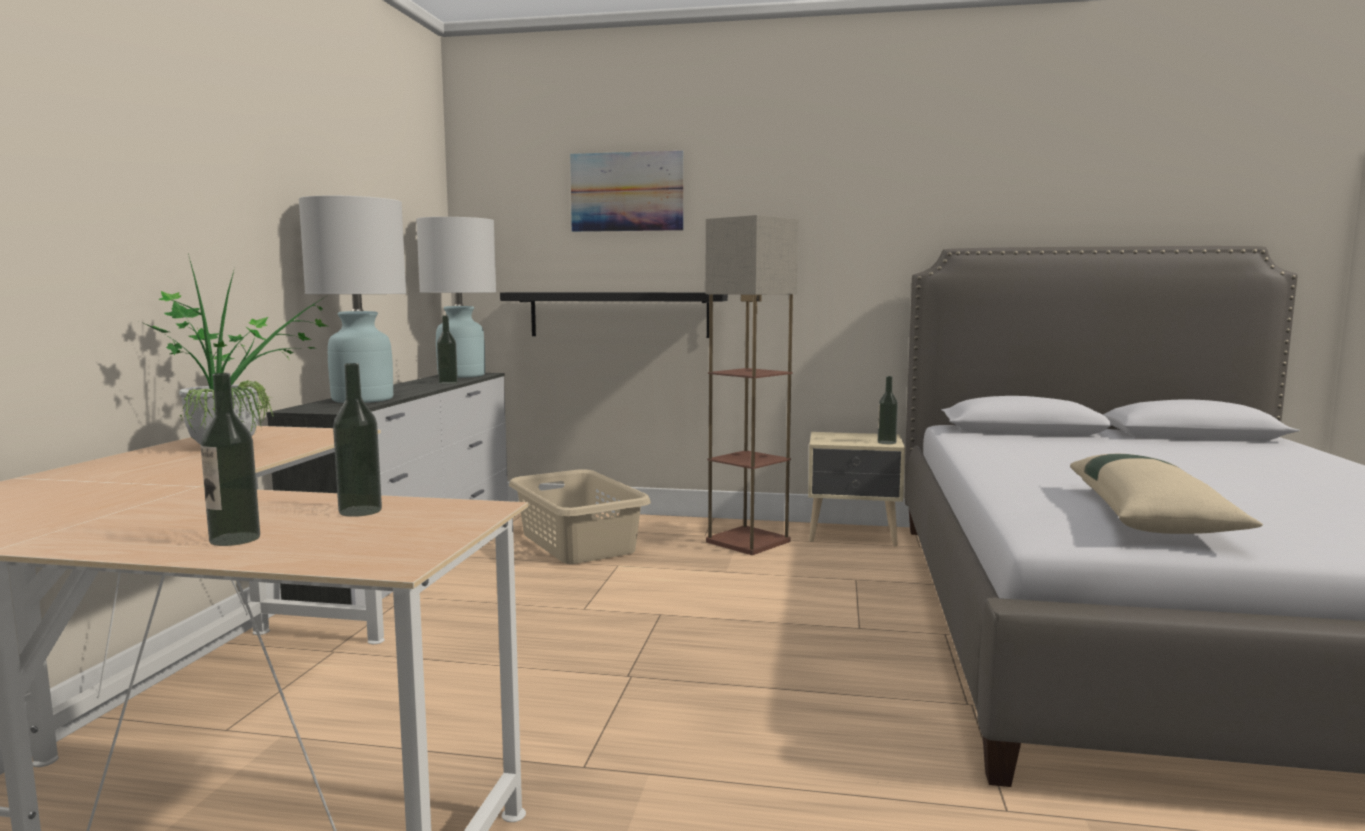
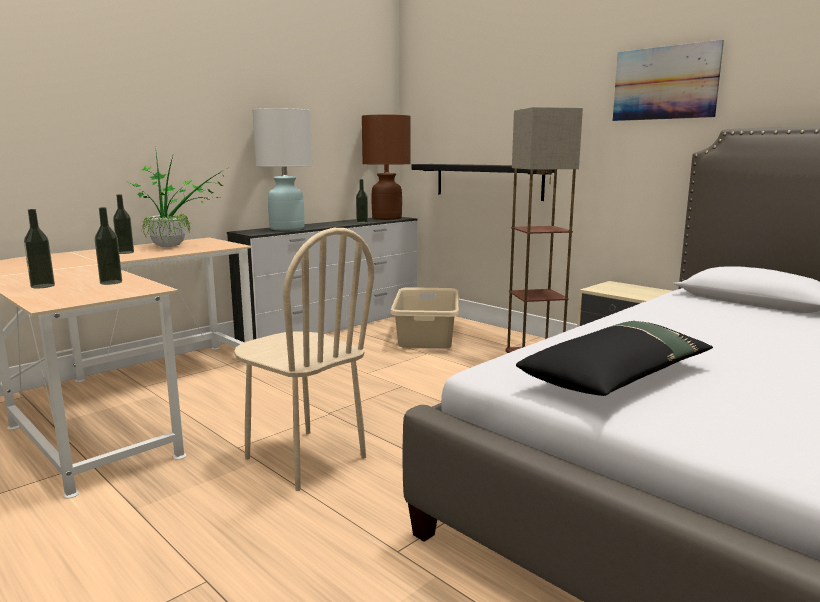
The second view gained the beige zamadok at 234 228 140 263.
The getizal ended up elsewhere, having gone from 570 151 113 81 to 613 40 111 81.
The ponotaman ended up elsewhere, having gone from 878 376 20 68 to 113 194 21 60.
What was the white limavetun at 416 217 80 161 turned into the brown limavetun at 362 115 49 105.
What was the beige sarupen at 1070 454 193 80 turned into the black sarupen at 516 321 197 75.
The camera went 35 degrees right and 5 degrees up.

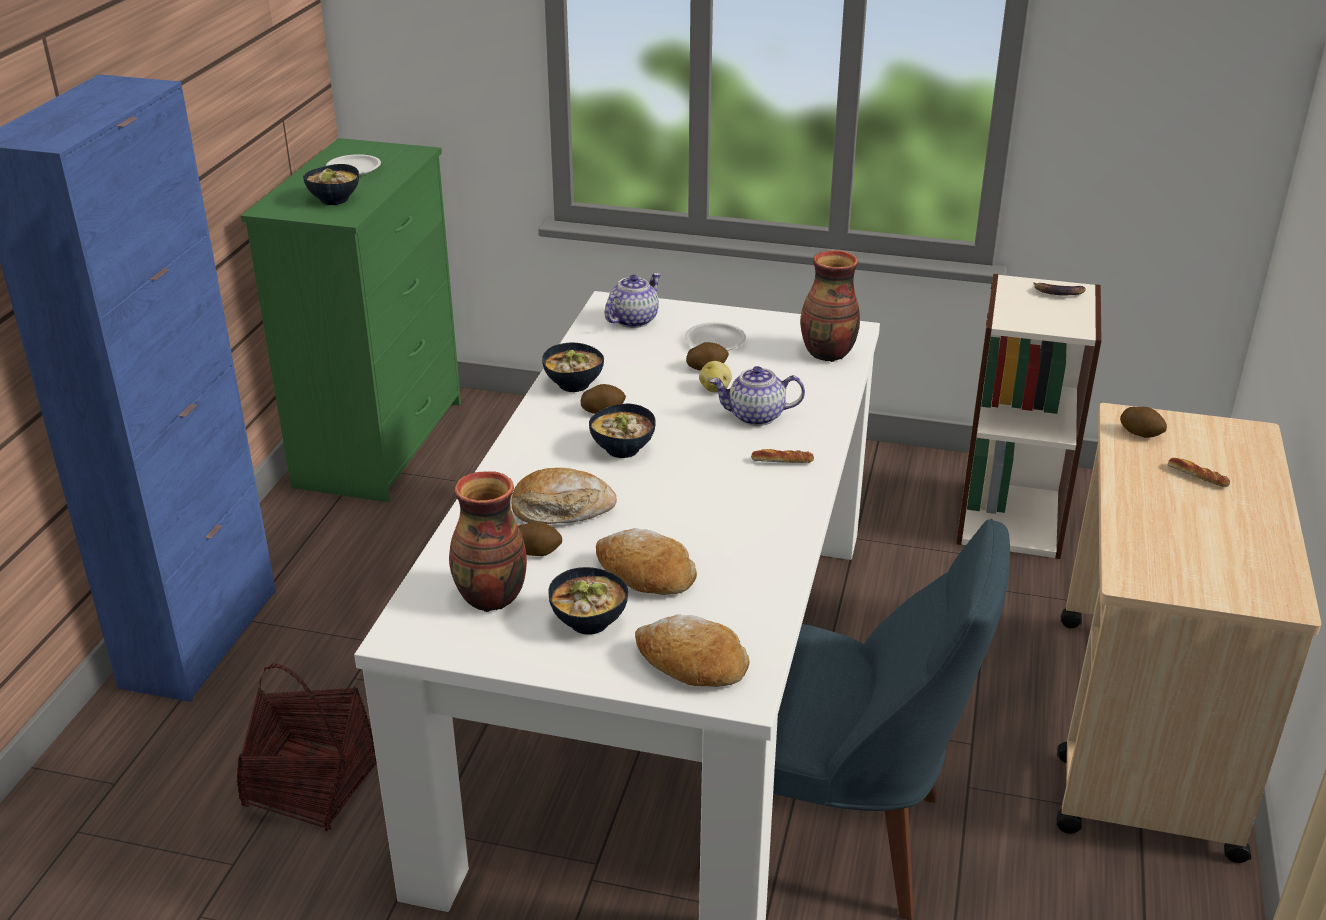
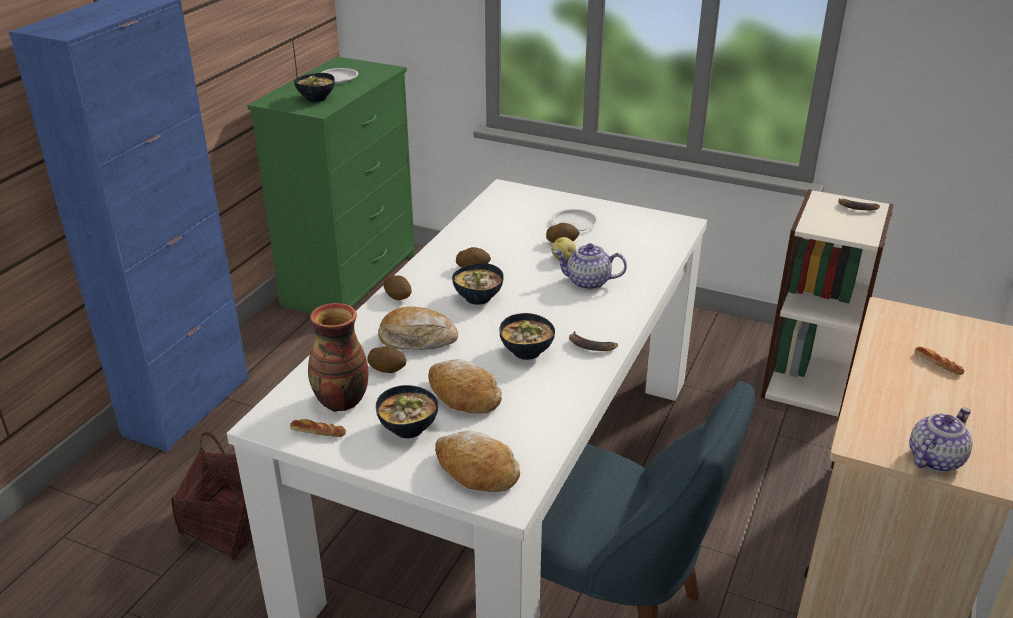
The second view lost the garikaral at 800 250 60 112.
The second view gained the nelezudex at 569 331 49 20.
The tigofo ended up elsewhere, having gone from 542 343 62 49 to 499 313 56 47.
The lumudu ended up elsewhere, having gone from 605 273 56 55 to 910 407 62 65.
The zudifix ended up elsewhere, having gone from 751 449 63 14 to 290 419 56 18.
The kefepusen ended up elsewhere, having gone from 1120 407 47 31 to 383 275 29 25.
The camera went 10 degrees right and 0 degrees up.

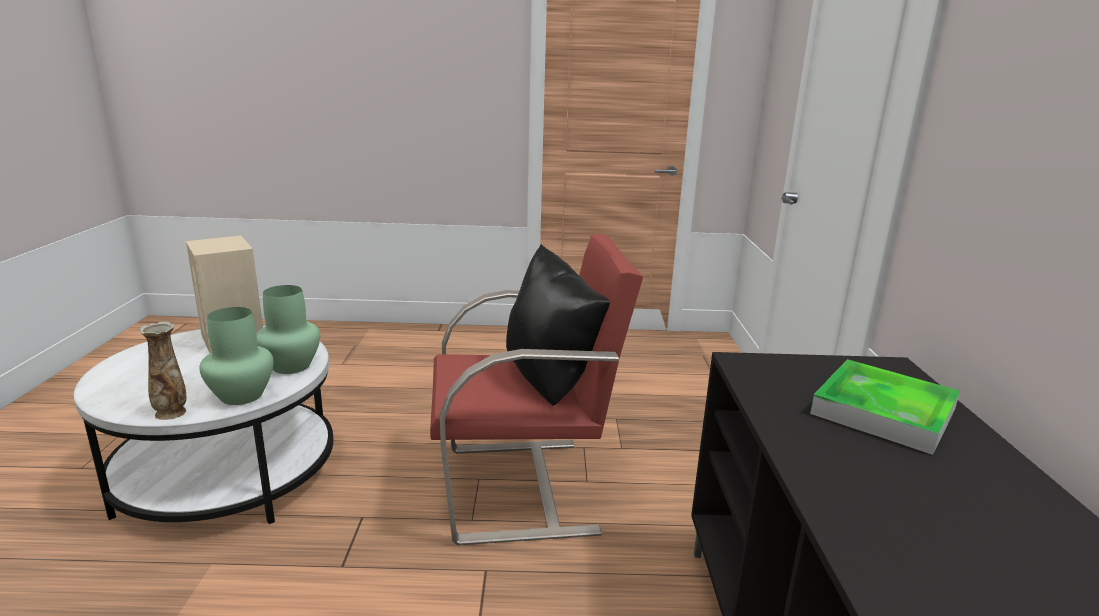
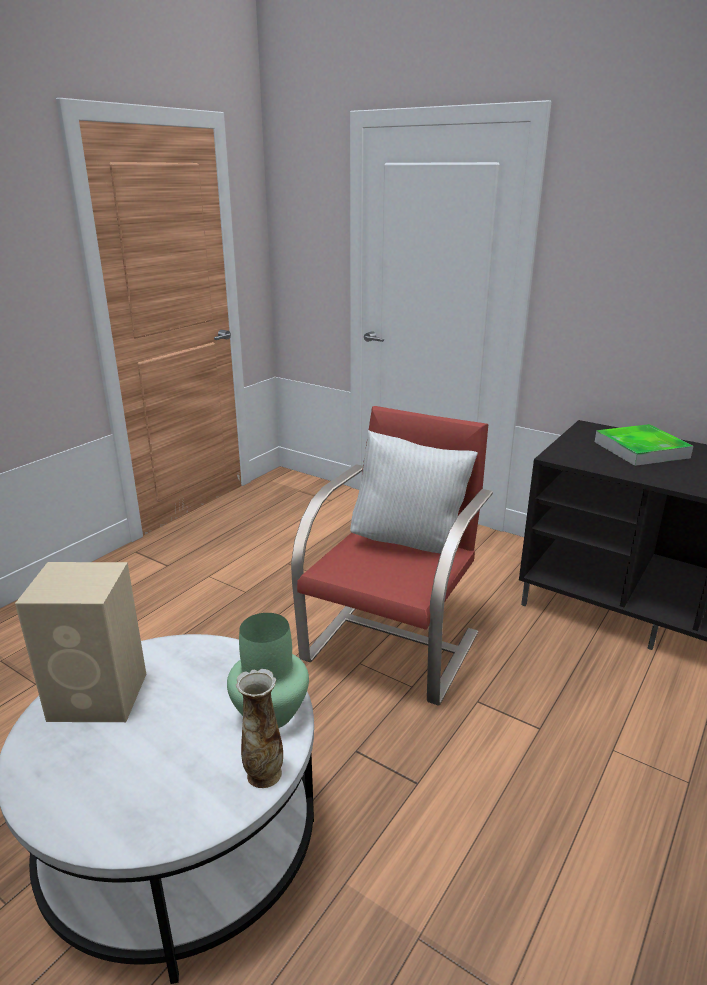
The second view lost the green garikaral at 256 285 64 89.
What was the black sarupen at 506 244 104 162 turned into the white sarupen at 350 430 128 123.
The camera went 55 degrees left and 5 degrees up.

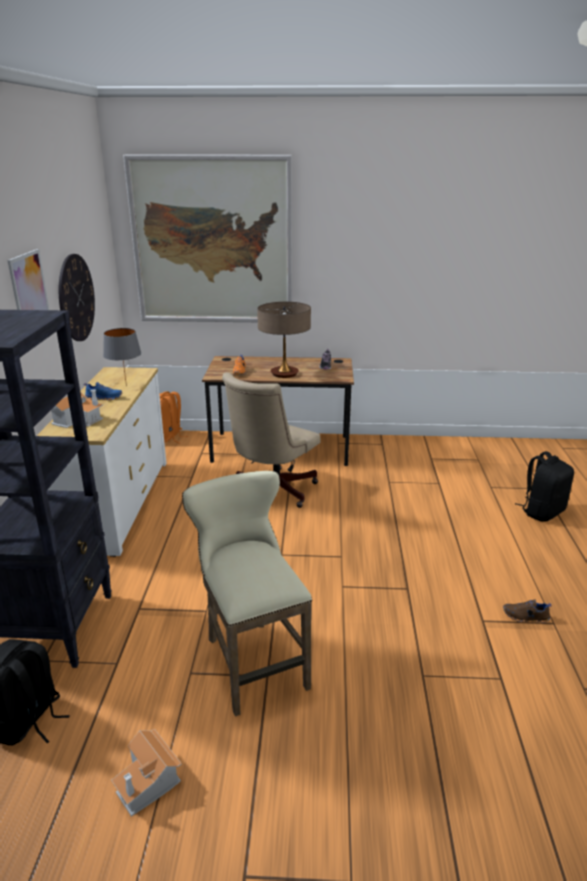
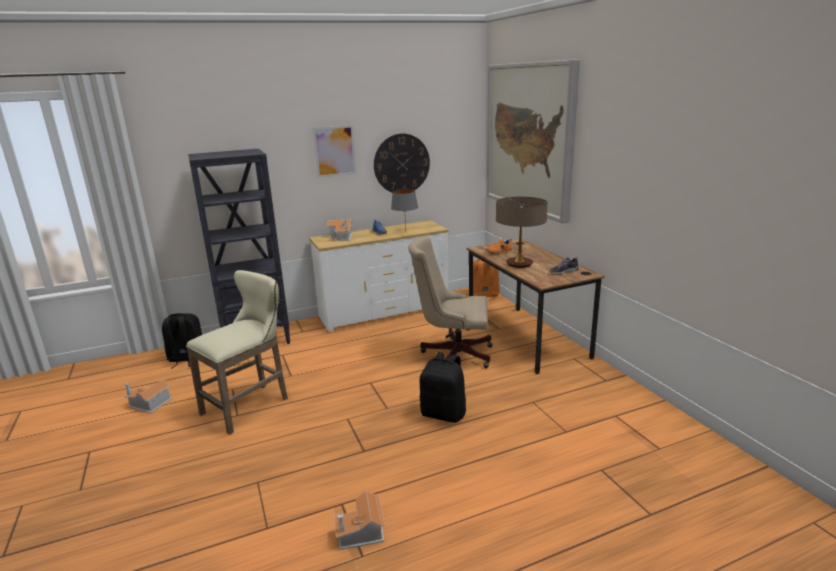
The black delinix ended up elsewhere, having gone from 515 451 59 71 to 419 352 47 71.
Where the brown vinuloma stood at 503 600 49 23, the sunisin came to stand at 334 491 51 59.
The camera went 65 degrees right and 5 degrees down.

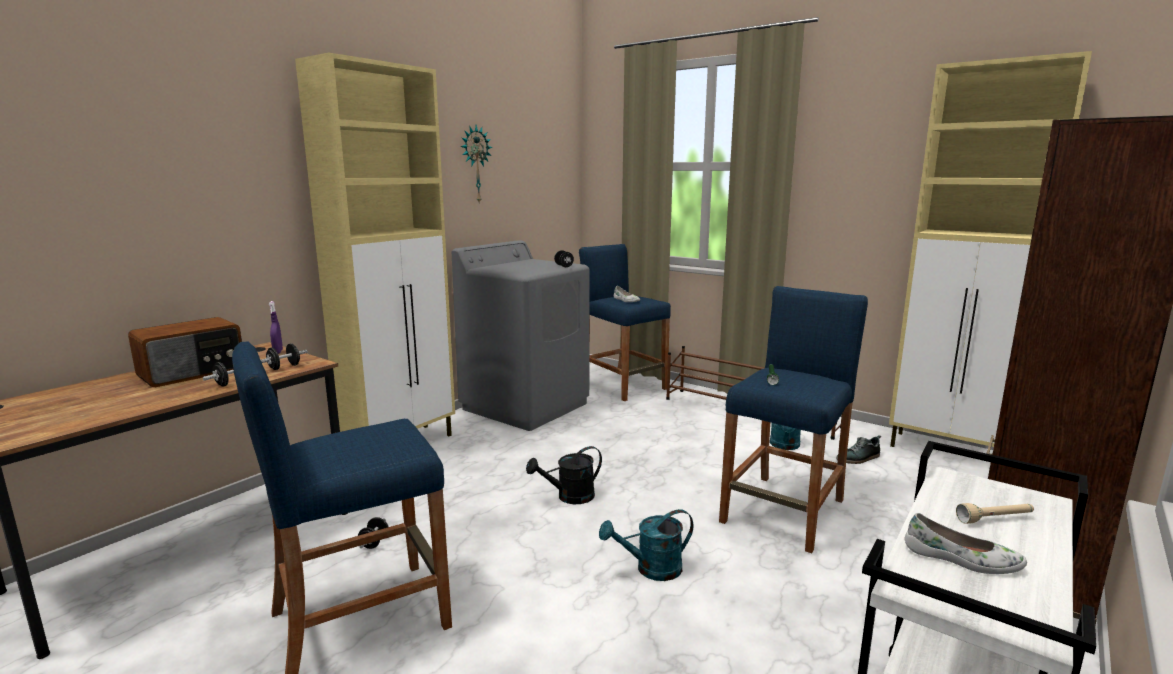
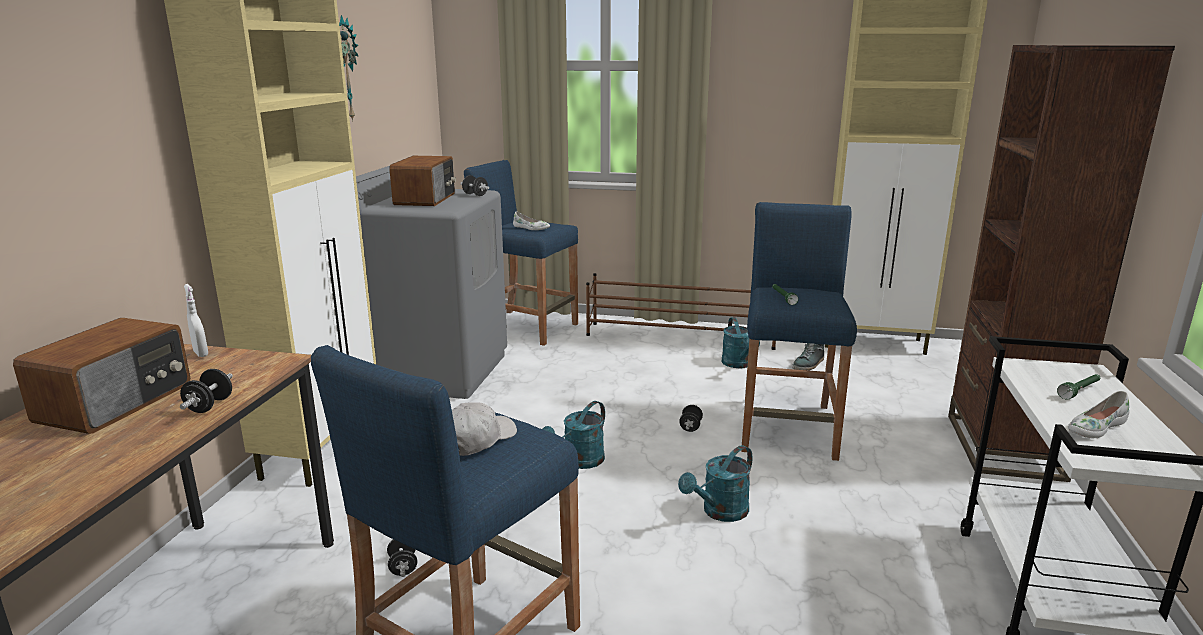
The second view gained the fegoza at 389 156 67 50.
The second view gained the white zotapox at 452 402 65 54.
The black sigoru ended up elsewhere, having gone from 261 343 47 27 to 679 405 24 27.
What was the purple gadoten at 269 301 14 53 turned into the white gadoten at 184 284 24 73.
What was the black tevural at 526 446 76 58 turned into the turquoise tevural at 542 401 63 68.
What was the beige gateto at 956 503 78 21 turned into the green gateto at 1057 374 43 25.
The white vinuloma at 904 513 123 61 ended up facing another way, 150 degrees clockwise from before.
The camera went 25 degrees left and 5 degrees up.

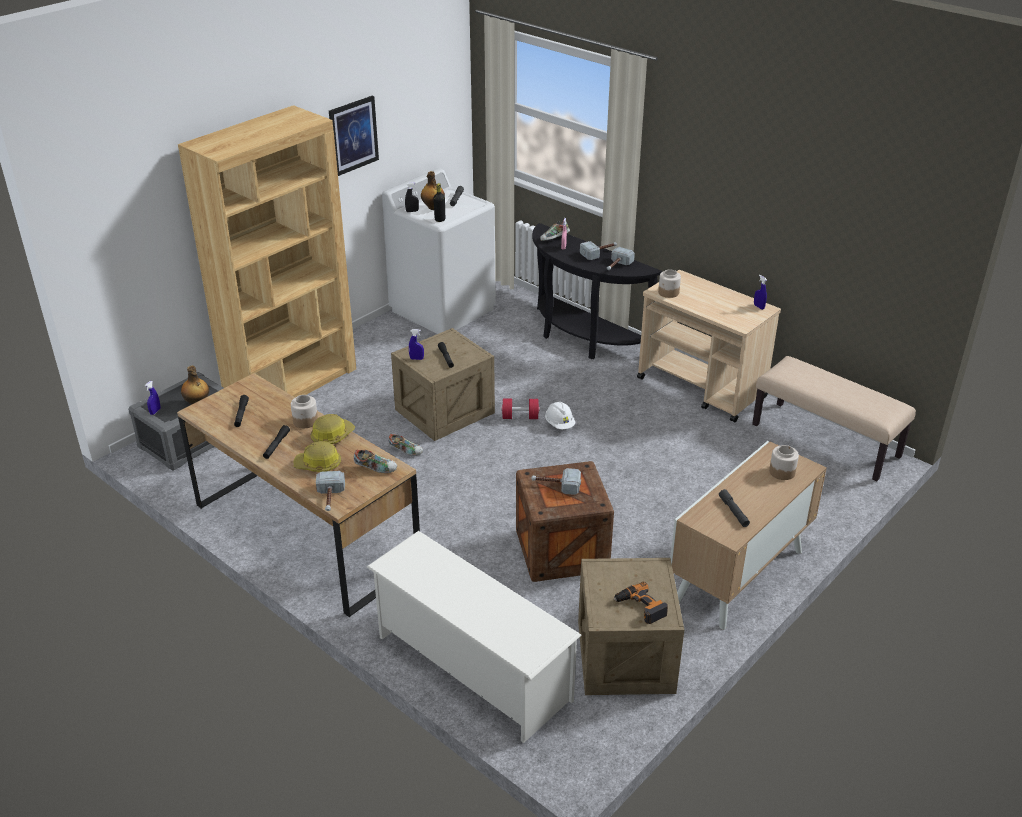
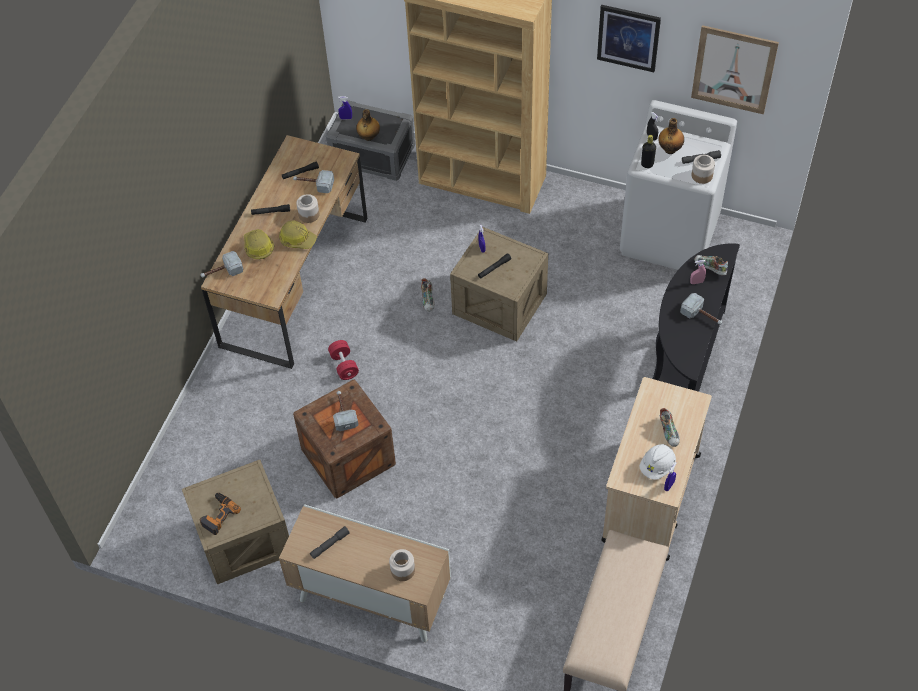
The second view lost the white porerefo at 367 531 214 212.
The second view gained the getizal at 691 25 88 89.
The vinuloma ended up elsewhere, having gone from 354 449 43 24 to 659 408 21 39.
The red sigoru ended up elsewhere, having gone from 501 399 39 20 to 328 340 31 40.
The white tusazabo ended up elsewhere, having gone from 545 401 30 28 to 639 444 37 36.
The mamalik ended up elsewhere, having gone from 607 247 28 23 to 293 170 41 23.
The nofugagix ended up elsewhere, having gone from 658 269 23 29 to 692 155 23 29.
The camera went 70 degrees right and 20 degrees up.

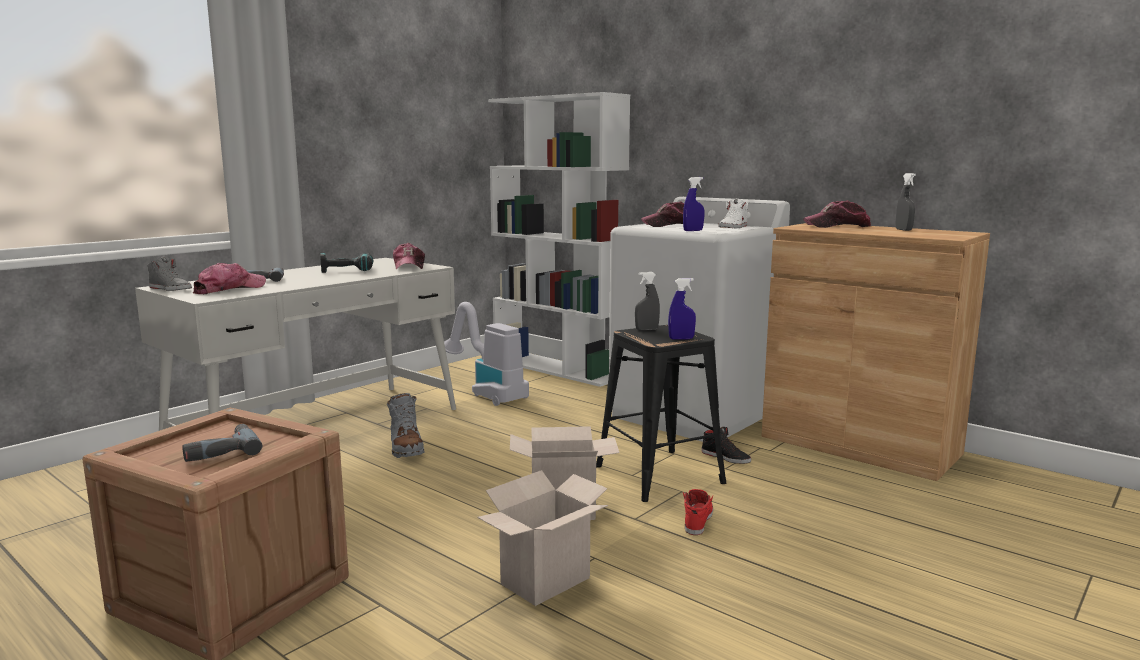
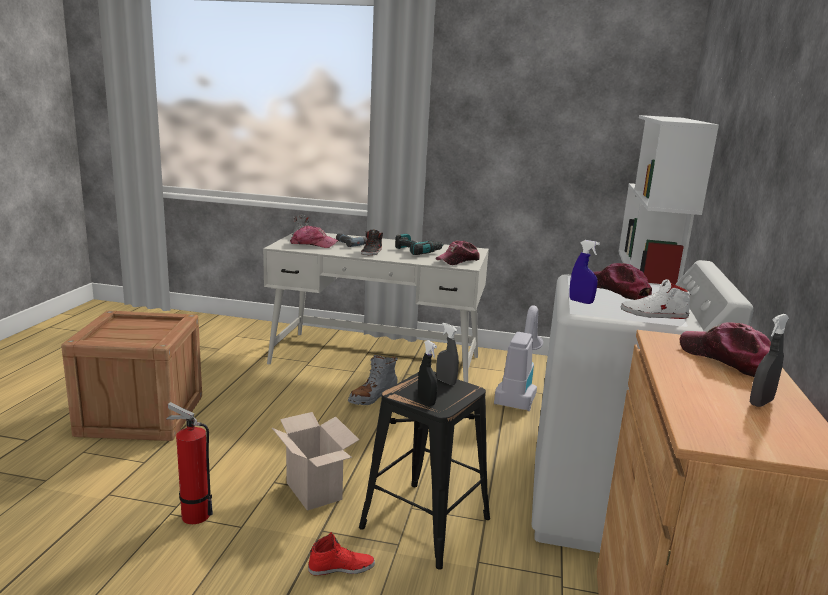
The second view lost the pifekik at 182 424 80 38.
The black vinuloma ended up elsewhere, having gone from 701 427 50 37 to 361 230 22 25.
Where the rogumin stood at 477 470 131 136, the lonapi came to stand at 166 402 47 122.
What was the blue gadoten at 668 278 28 61 turned into the black gadoten at 418 340 19 66.
The camera went 60 degrees right and 5 degrees up.

